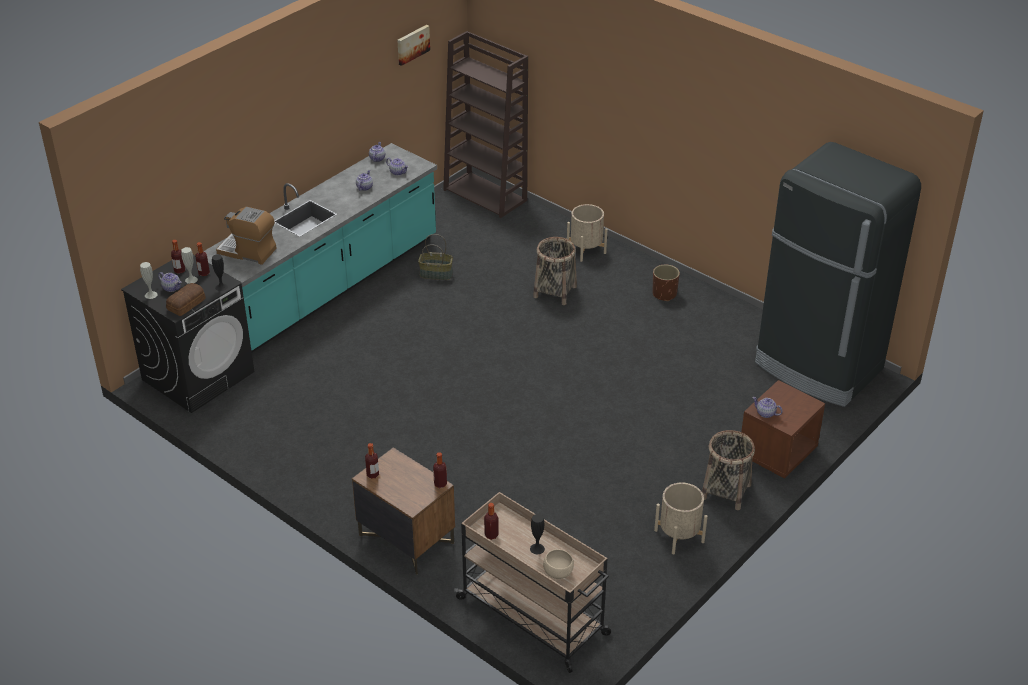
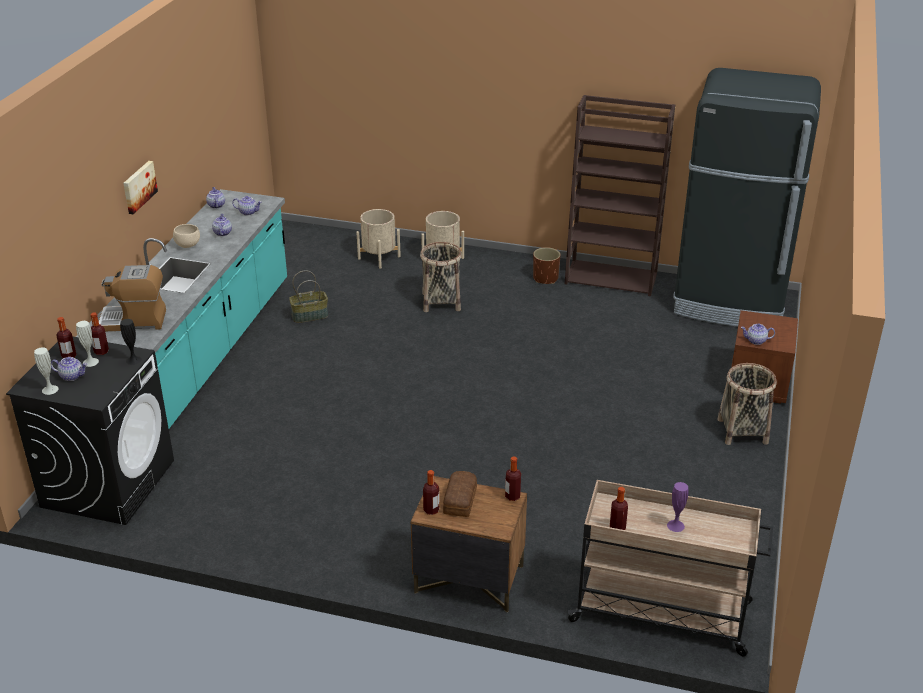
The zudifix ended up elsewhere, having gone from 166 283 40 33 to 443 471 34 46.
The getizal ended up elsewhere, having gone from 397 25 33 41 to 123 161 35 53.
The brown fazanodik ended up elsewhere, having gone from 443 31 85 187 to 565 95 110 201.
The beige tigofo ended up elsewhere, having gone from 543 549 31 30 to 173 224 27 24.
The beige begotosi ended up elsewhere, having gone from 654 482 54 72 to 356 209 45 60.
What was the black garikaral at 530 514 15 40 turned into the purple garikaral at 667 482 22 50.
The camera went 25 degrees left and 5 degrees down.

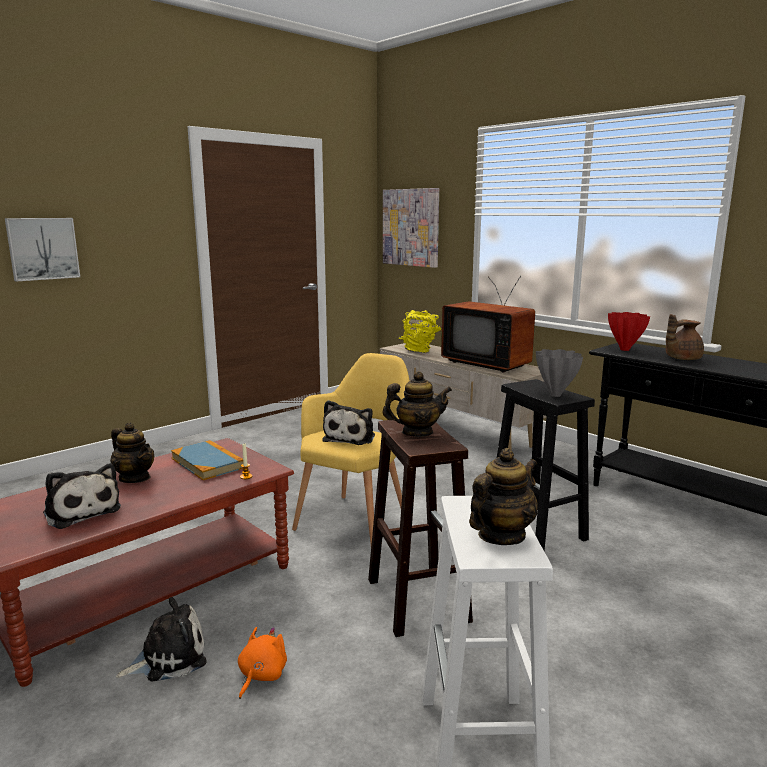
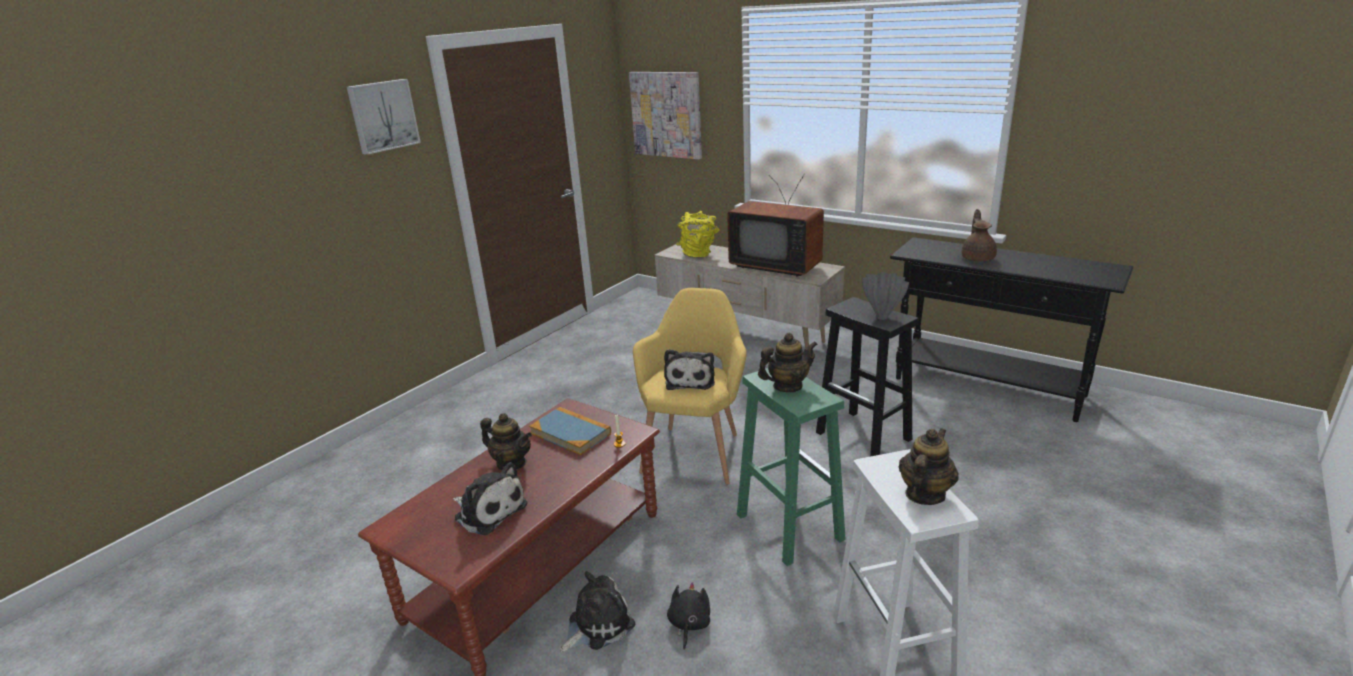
The second view lost the red garikaral at 608 312 42 39.
The getizal ended up elsewhere, having gone from 5 218 75 64 to 347 79 74 76.
What was the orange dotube at 238 627 49 72 turned into the black dotube at 667 582 43 68.
What was the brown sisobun at 368 420 105 217 turned into the green sisobun at 737 368 109 198.
The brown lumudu at 666 314 38 46 ended up facing another way, 135 degrees clockwise from before.
The camera went 10 degrees left and 10 degrees up.

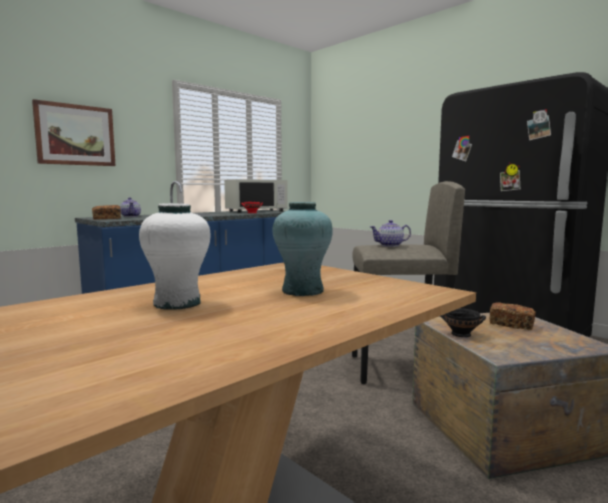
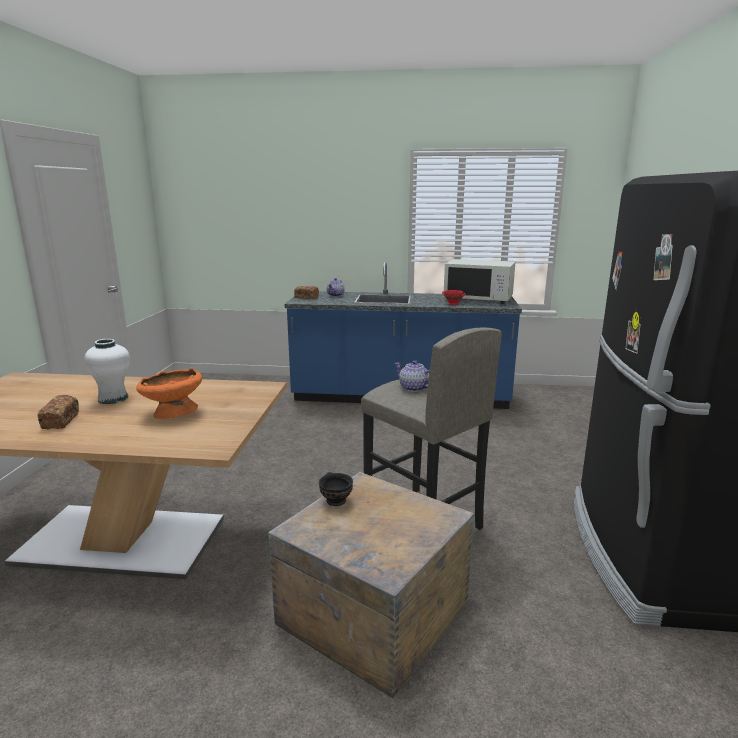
The second view lost the getizal at 32 99 84 67.
The zudifix ended up elsewhere, having gone from 489 302 47 28 to 38 395 41 34.
Where the turquoise garikaral stood at 272 202 61 94, the orange tigofo came to stand at 136 367 66 52.
The camera went 50 degrees right and 10 degrees up.

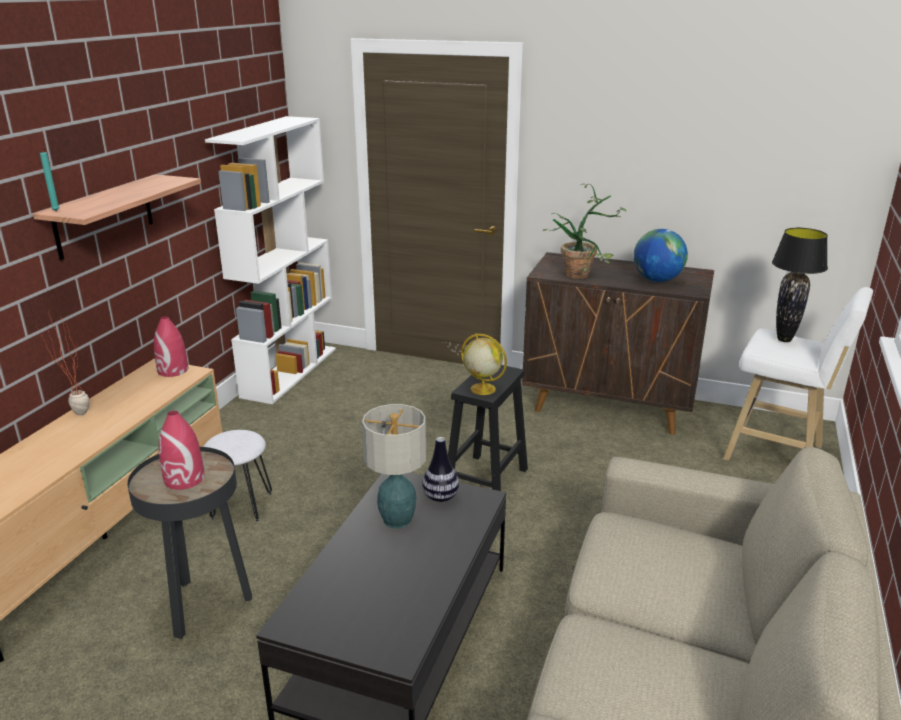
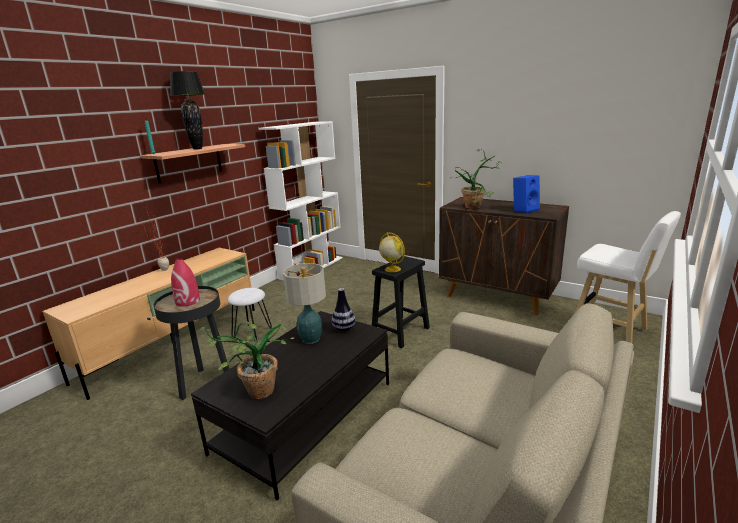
The second view lost the red garikaral at 154 316 35 61.
The second view gained the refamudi at 199 322 95 77.
The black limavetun ended up elsewhere, having gone from 772 228 56 114 to 170 71 35 79.
Where the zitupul stood at 633 229 55 53, the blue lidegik came to stand at 513 175 27 39.
The camera went 15 degrees right and 5 degrees down.

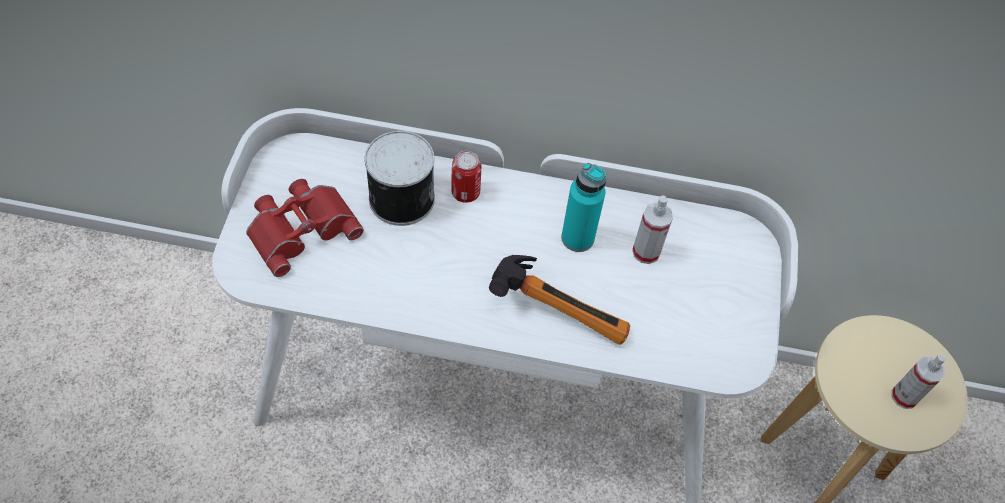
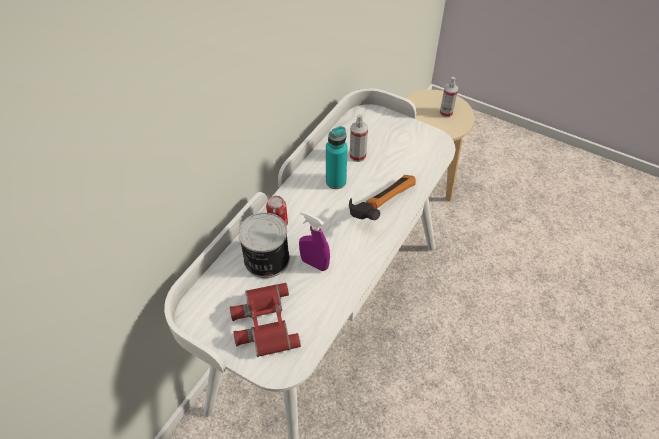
The second view gained the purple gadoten at 299 211 31 60.
The camera went 65 degrees left and 5 degrees down.

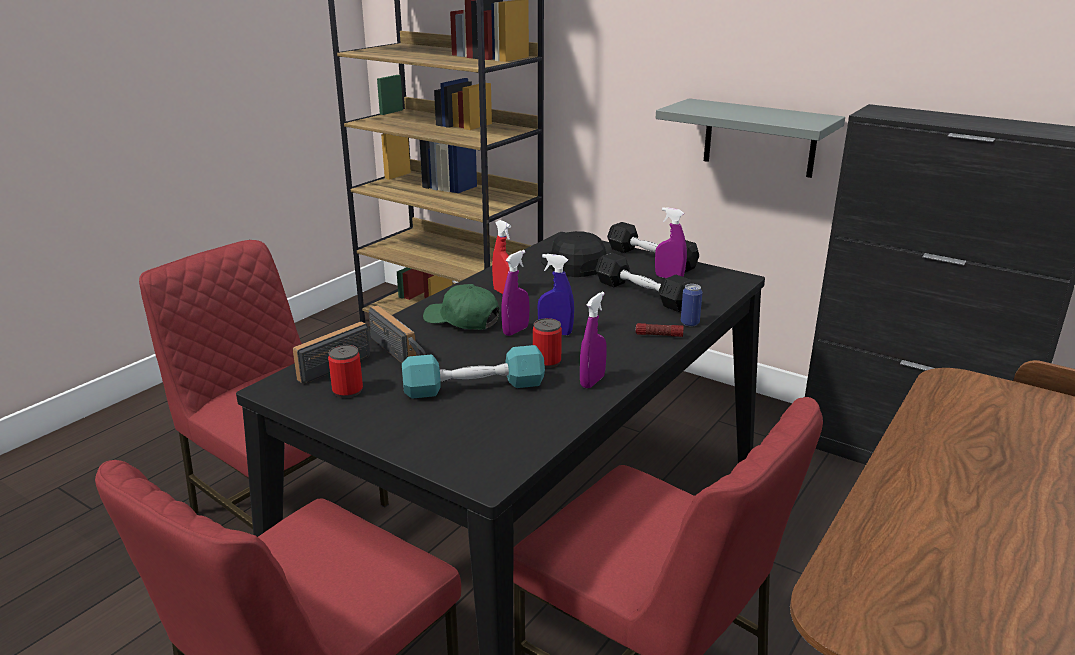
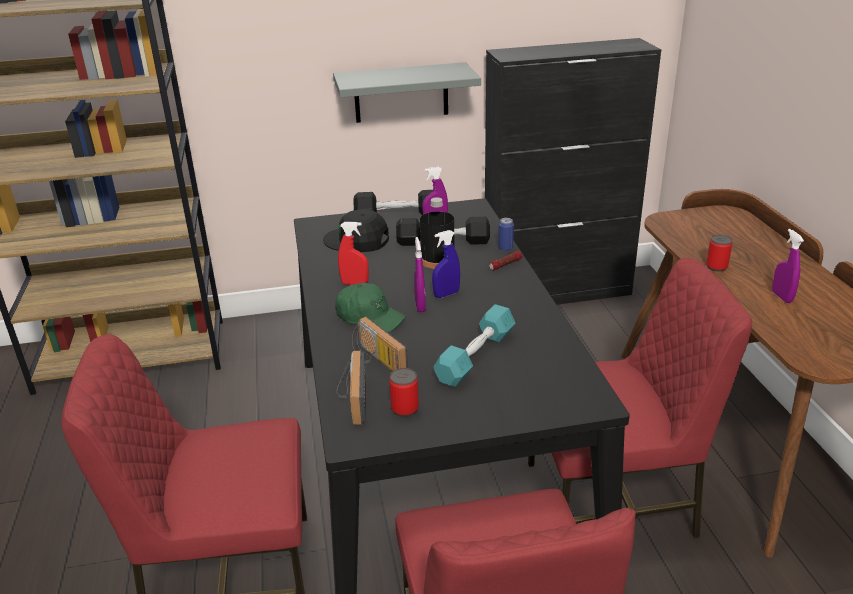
The second view gained the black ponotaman at 420 197 35 72.
The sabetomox ended up elsewhere, having gone from 533 318 29 50 to 706 235 26 37.
The purple gadoten ended up elsewhere, having gone from 580 292 27 96 to 772 229 32 74.
The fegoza at 369 305 56 58 ended up facing another way, 135 degrees counterclockwise from before.
The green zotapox at 423 284 77 46 ended up facing another way, 135 degrees counterclockwise from before.
The camera went 45 degrees left and 5 degrees up.

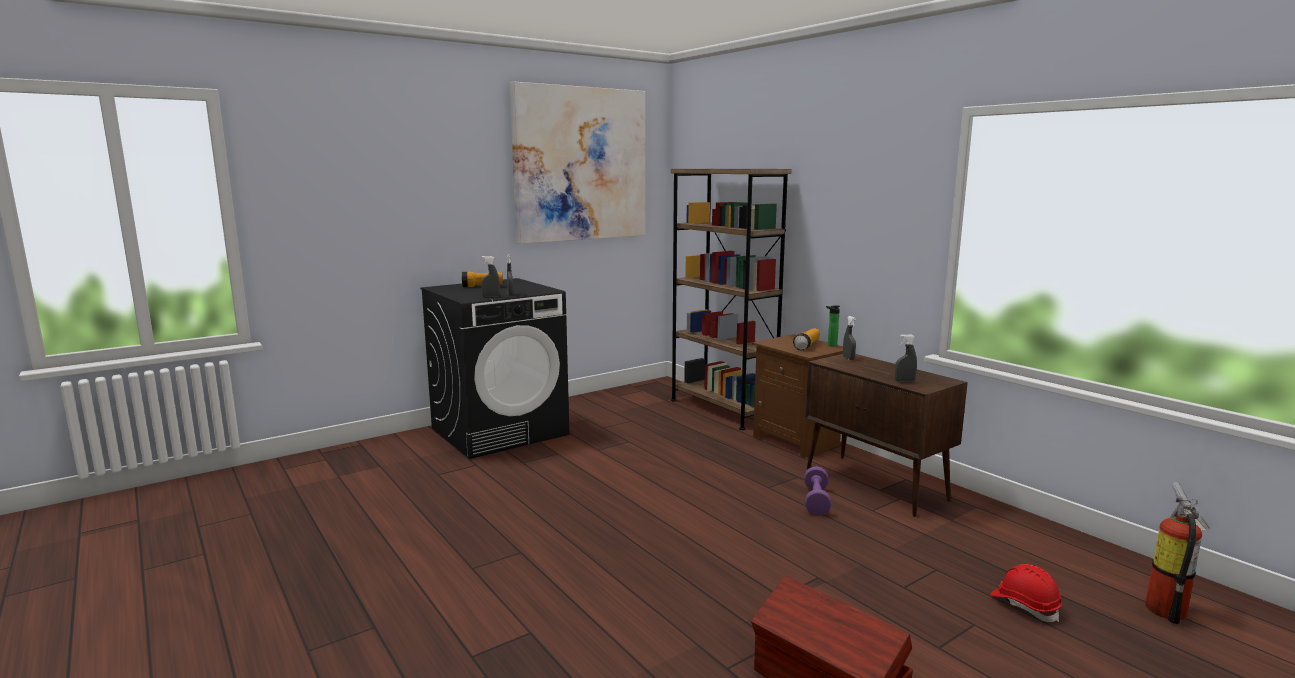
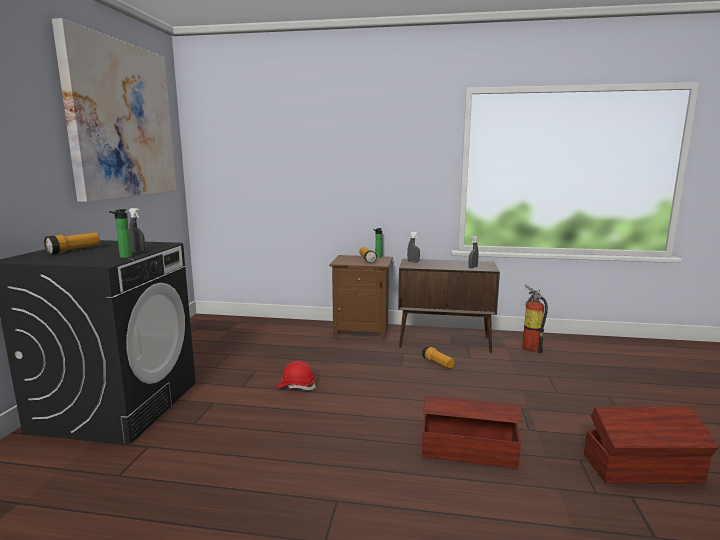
The second view lost the brown fazanodik at 671 169 120 261.
The second view gained the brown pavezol at 422 396 100 72.
The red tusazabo ended up elsewhere, having gone from 990 564 72 58 to 277 361 39 30.
The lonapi ended up elsewhere, having gone from 1145 482 65 142 to 522 284 26 69.
Where the grey gadoten stood at 481 256 19 41, the ponotaman came to stand at 109 209 23 49.
Where the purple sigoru stood at 804 466 27 49, the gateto came to stand at 422 346 33 23.
The camera went 45 degrees left and 0 degrees up.

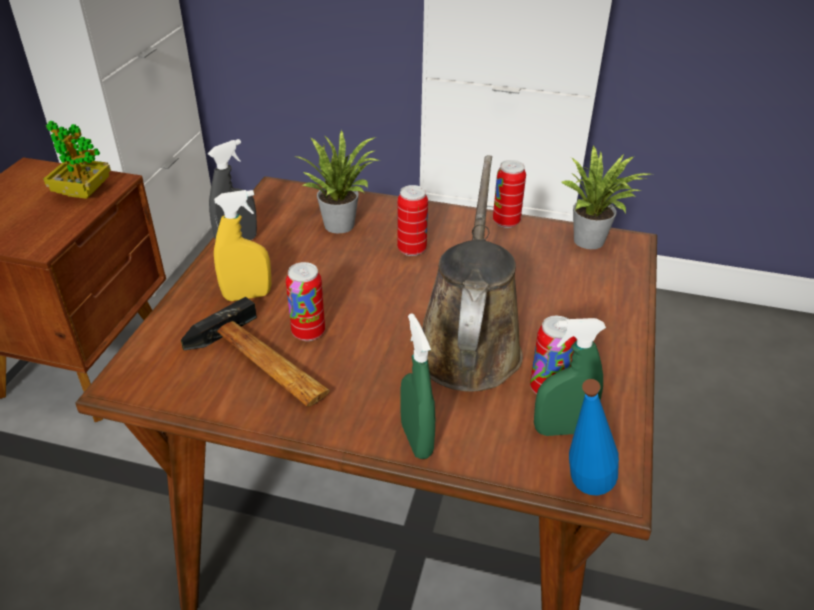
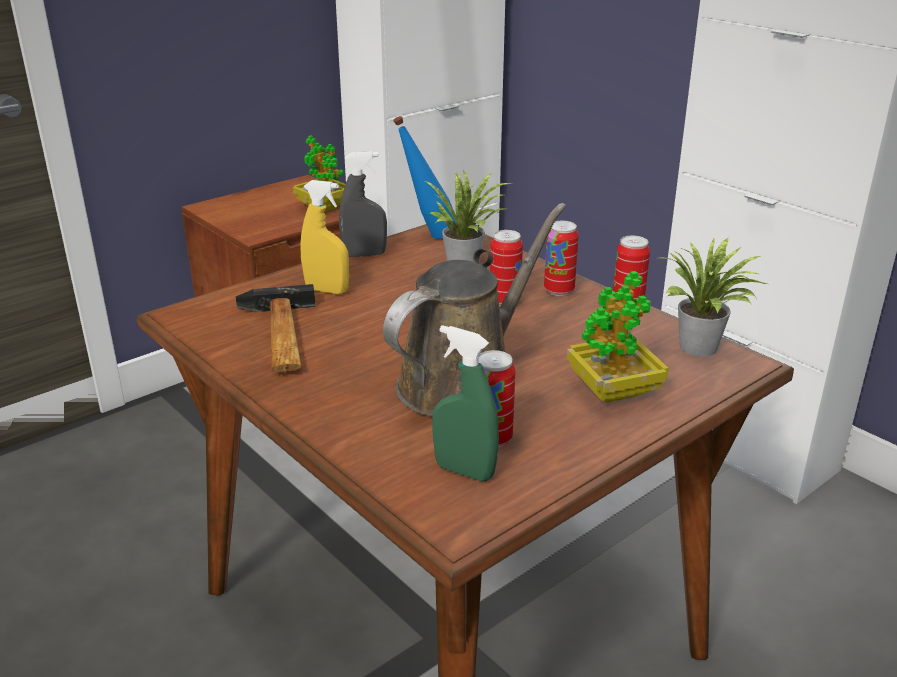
The second view lost the green gadoten at 401 313 34 146.
The second view gained the refamudi at 566 271 103 132.
The sabetomox ended up elsewhere, having gone from 286 262 39 79 to 544 221 35 75.
The blue ponotaman ended up elsewhere, having gone from 569 379 50 117 to 393 116 63 123.
The camera went 35 degrees right and 10 degrees down.

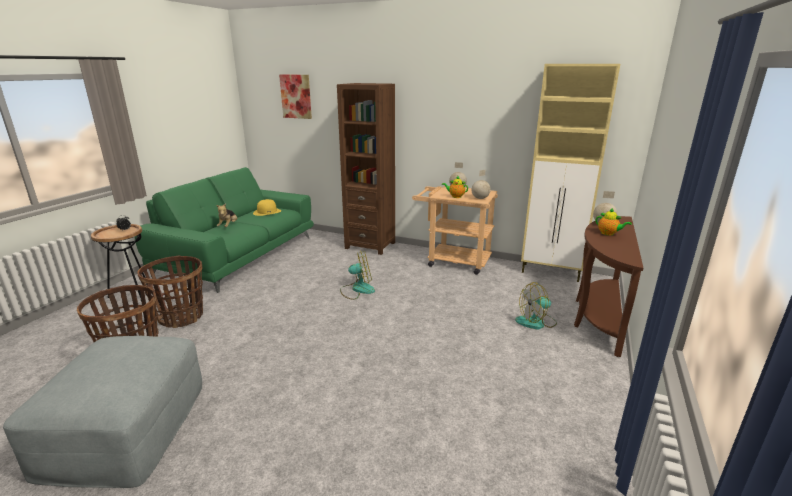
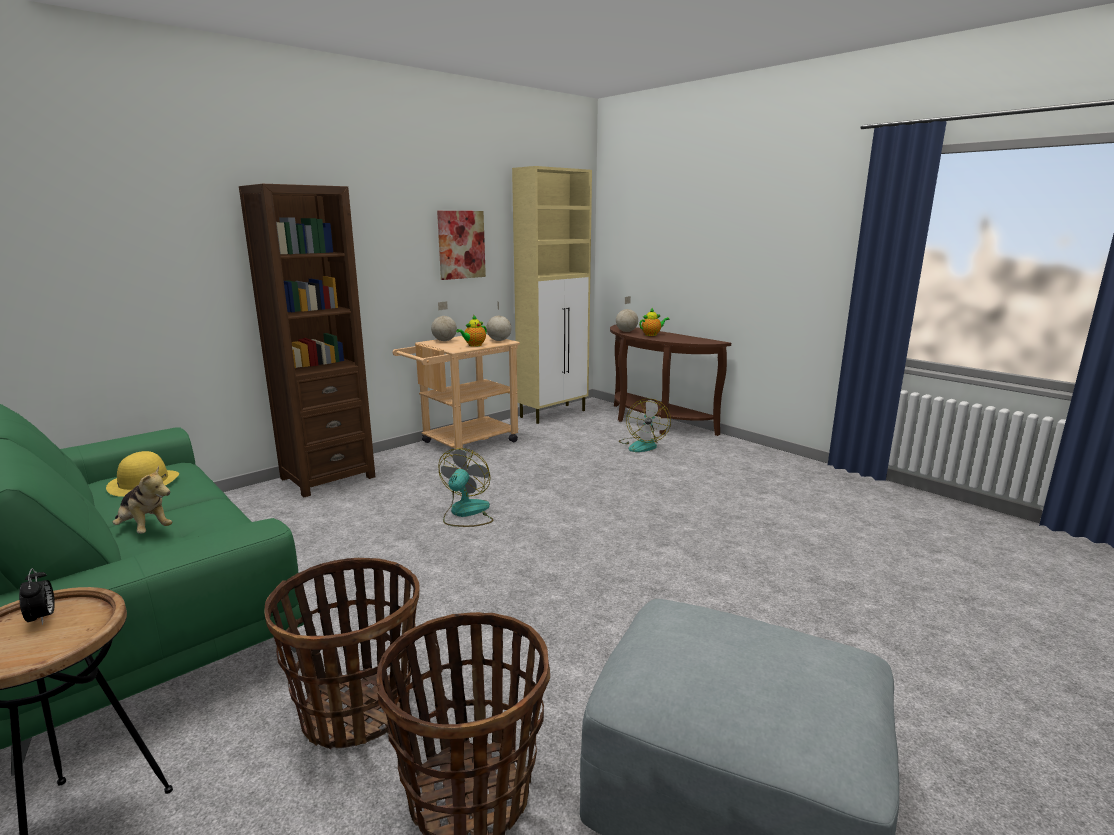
The getizal ended up elsewhere, having gone from 279 74 33 45 to 437 211 49 69.
The camera went 65 degrees left and 5 degrees down.

